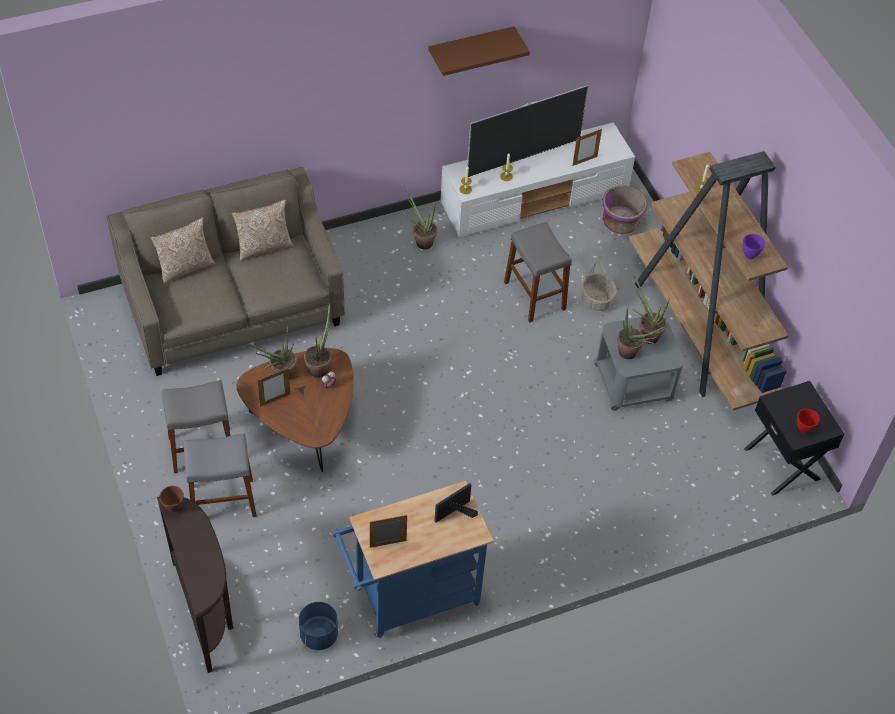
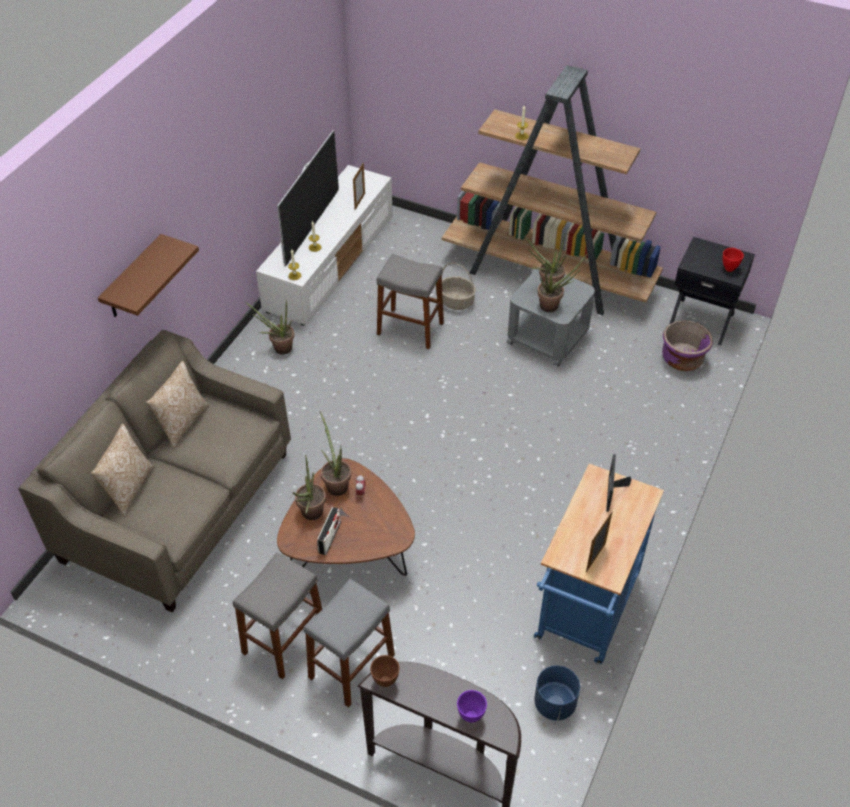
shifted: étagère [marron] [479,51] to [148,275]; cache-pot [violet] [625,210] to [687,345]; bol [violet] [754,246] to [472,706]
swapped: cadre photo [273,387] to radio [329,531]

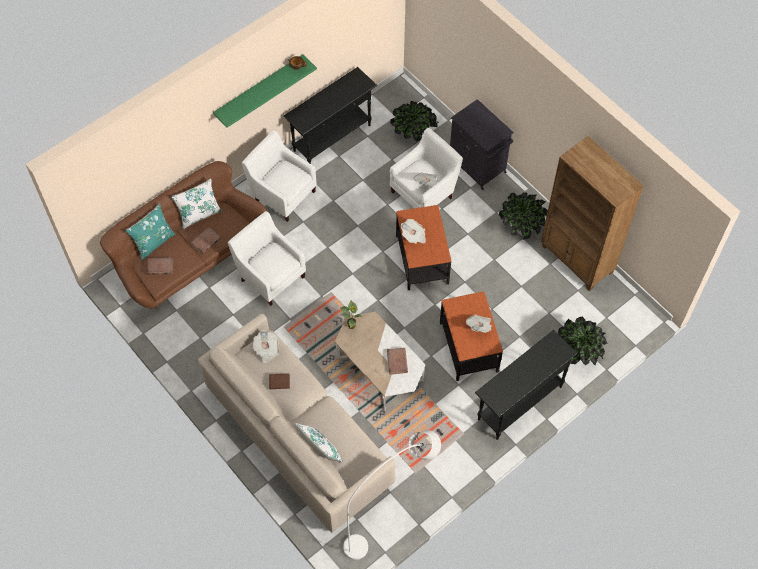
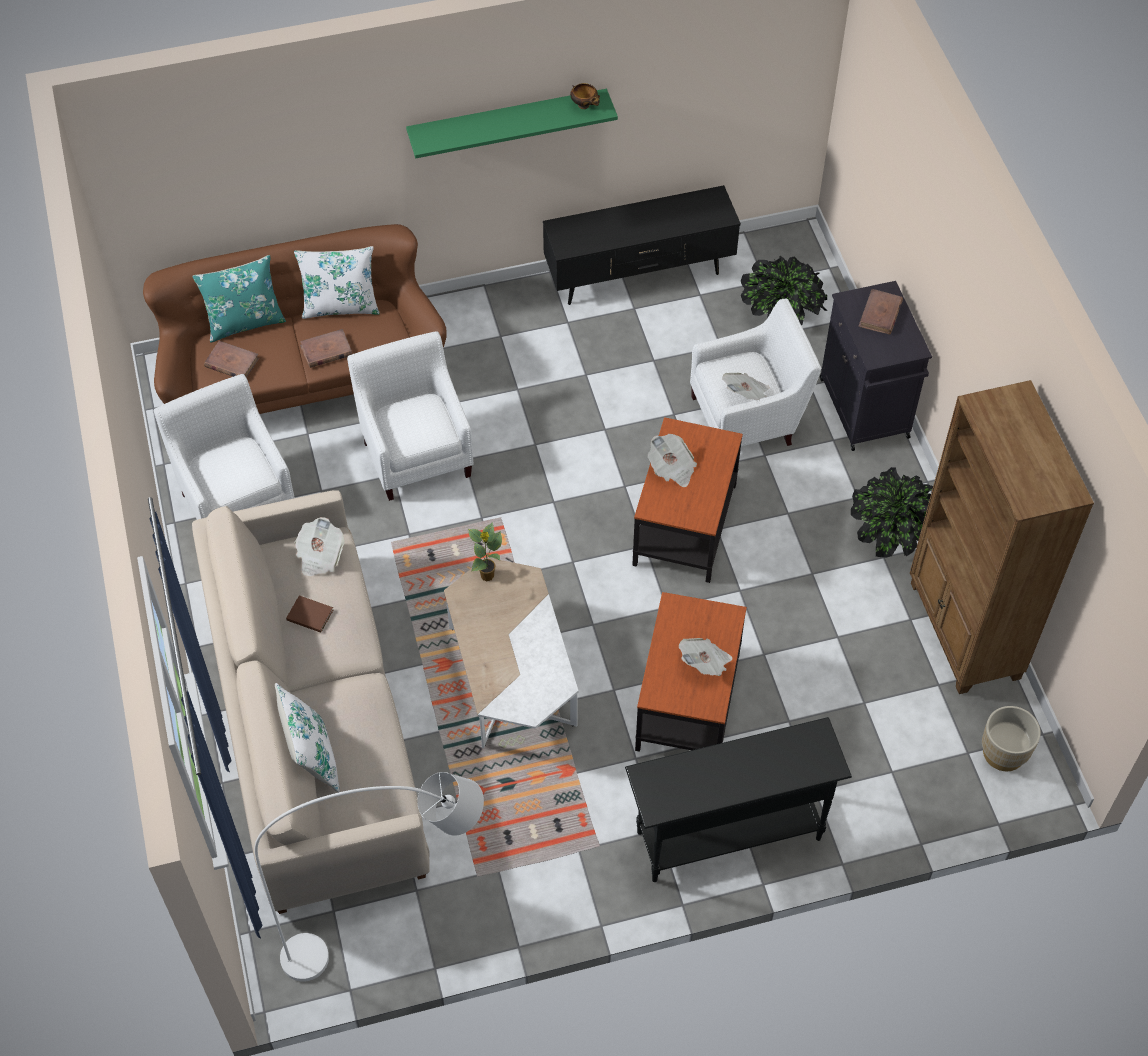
gone: plante en pot [582,341]
new: cache-pot [beige] [1011,738]
shifted: fauteuil [blanc] [279,176] to [224,447]; livre [marron] [397,361] to [880,312]
swapped: table console [noir] [330,115] to meuble télé [noir] [642,245]

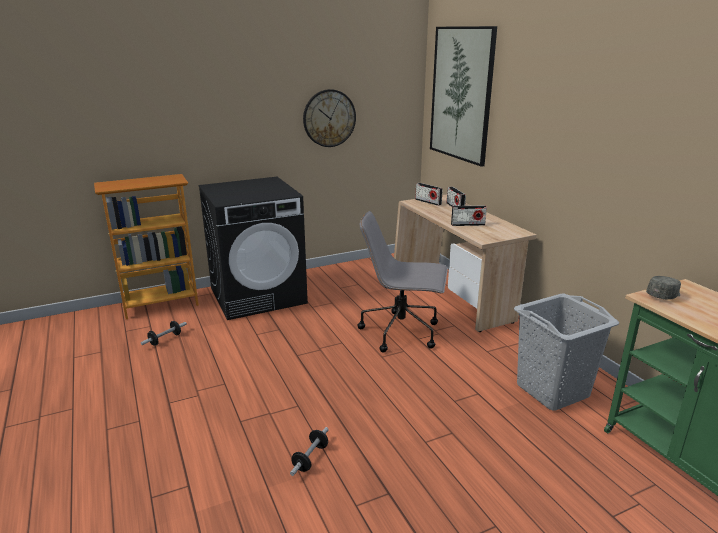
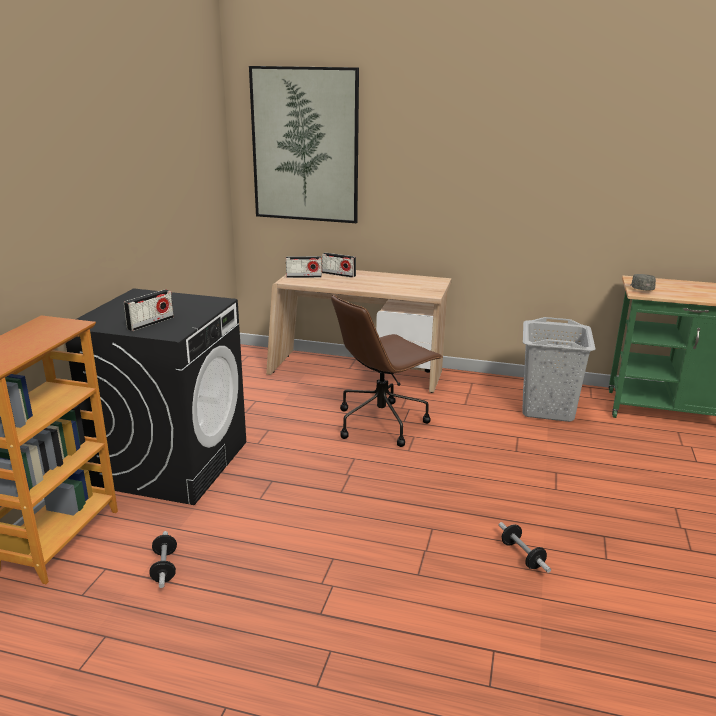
gone: horloge murale [329,118]
shifted: radio [469,215] to [149,310]
repainted: chaise de bureau [gris] [402,281] to chaise de bureau [marron] [387,371]

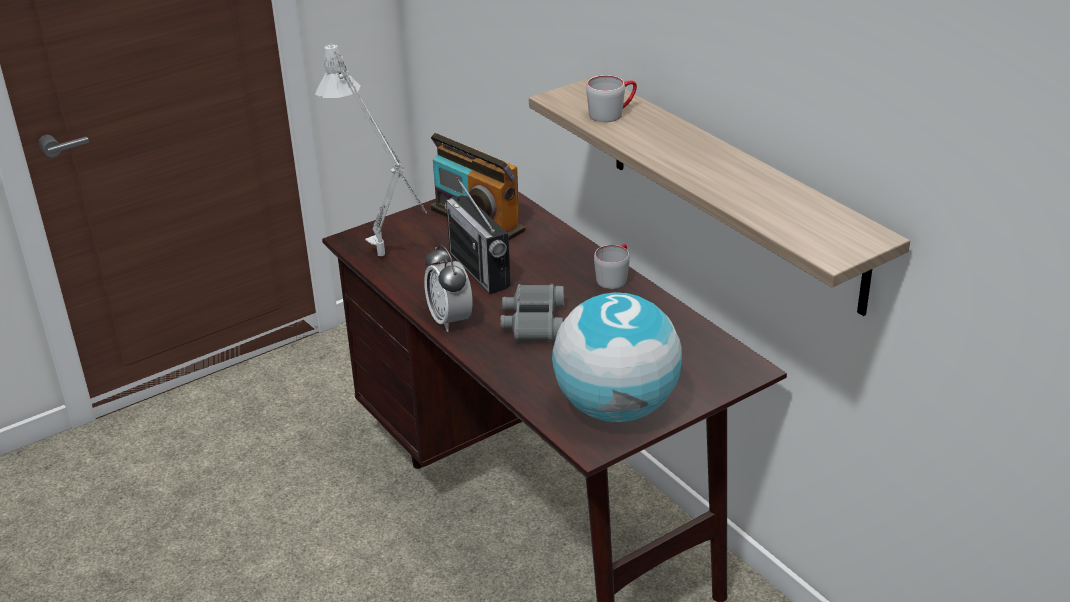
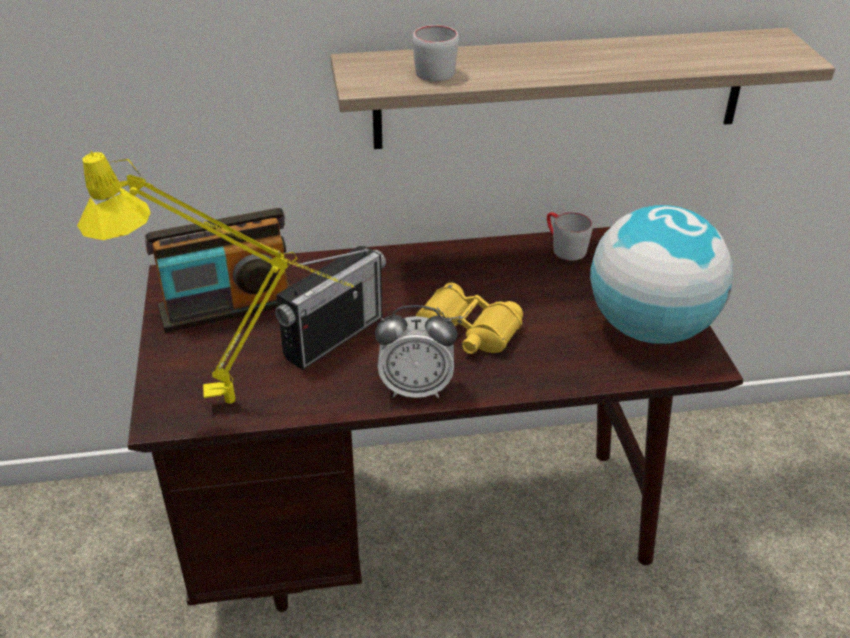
shifted: mug [gris] [612,266] to [570,236]
repainted: lampe de table [gris] [370,149] to lampe de table [jaune] [216,277]; jumelles [gris] [532,312] to jumelles [jaune] [469,318]
rotated: radio [478,235] = [330,308] 45 degrees counterclockwise

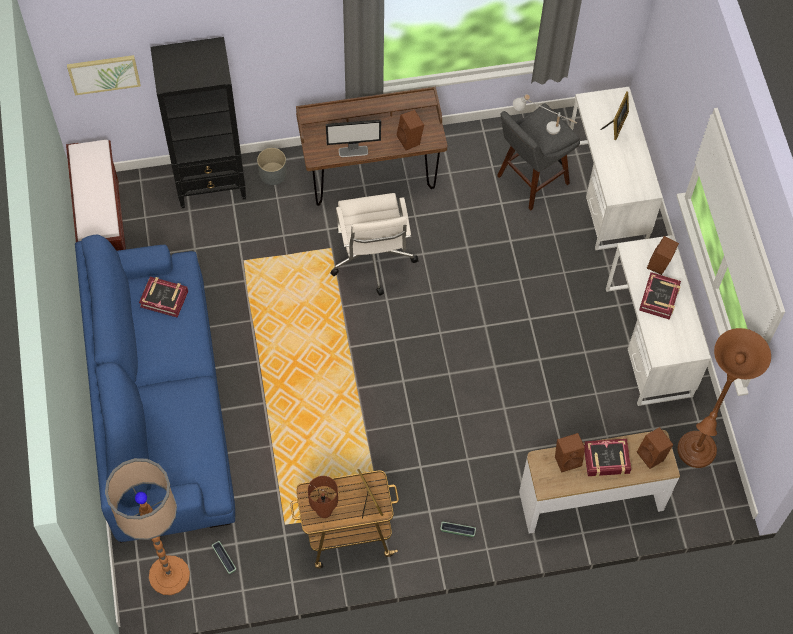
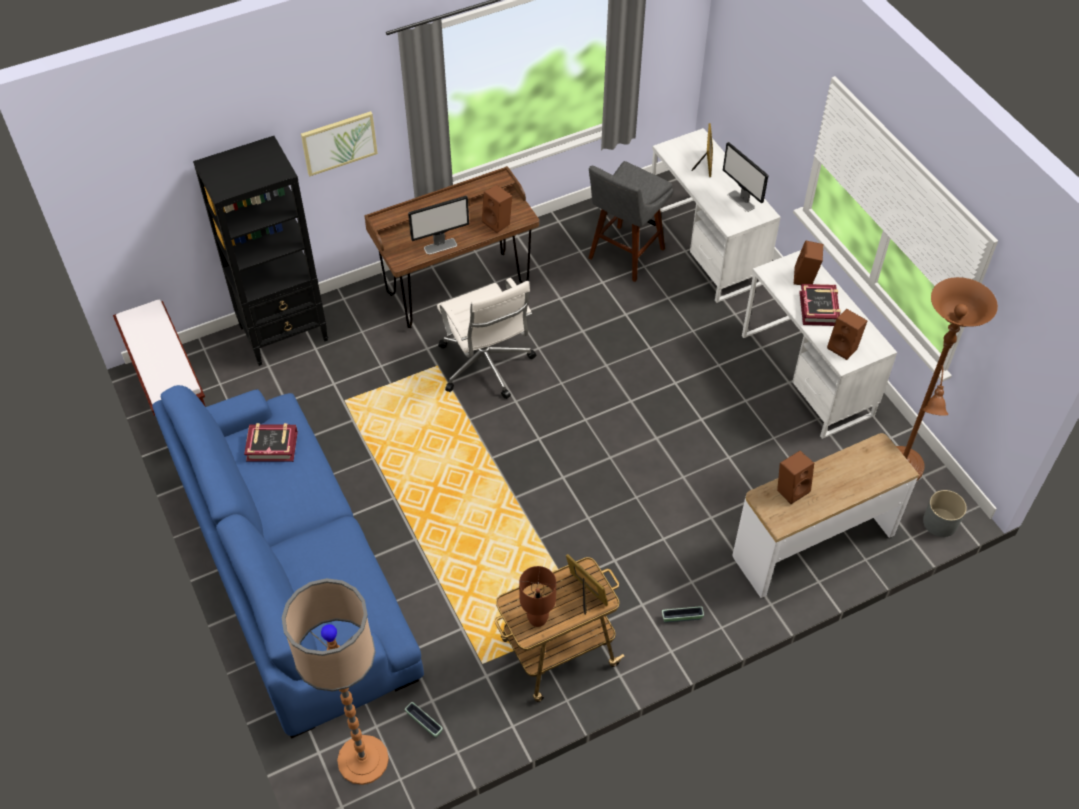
gone: lampe de table [blanc] [545,114]; livre [608,458]
new: écran d'ordinateur [746,177]
shifted: tableau [104,75] to [339,143]; cache-pot [gris] [272,166] to [945,513]; enceinte [marron] [655,448] to [847,334]

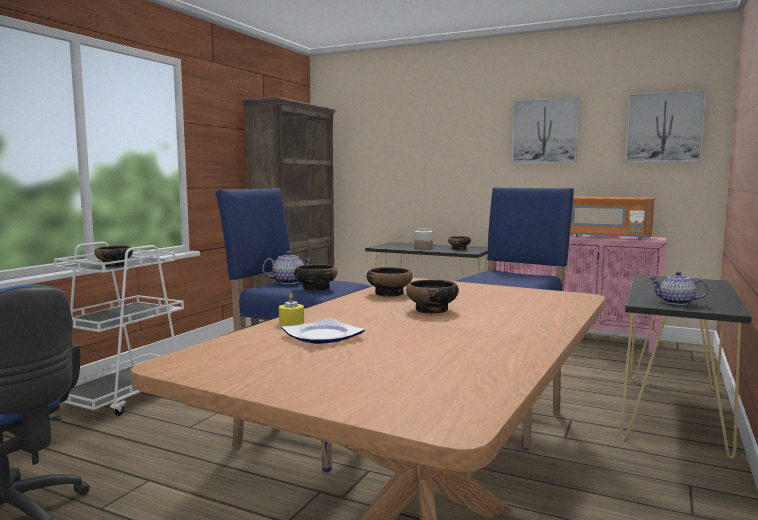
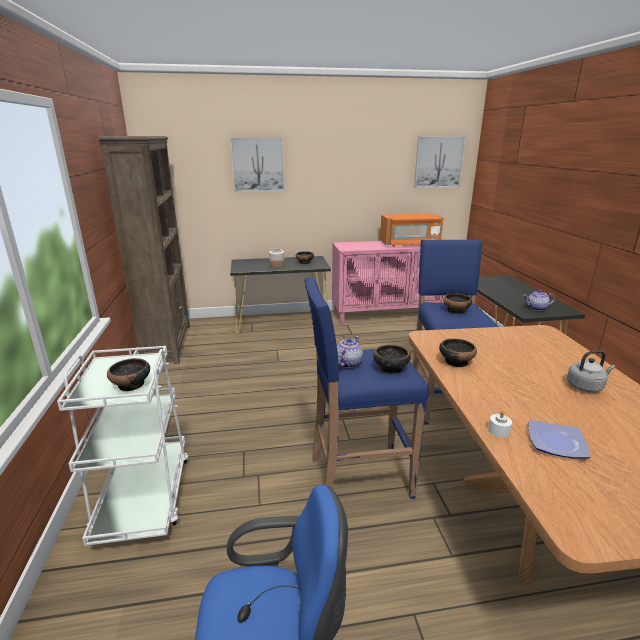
new: bouilloire [gris] [591,371]
shifted: bol [432,297] to [457,303]; tableau [546,130] to [257,164]
repainted: bougie [jaune] [291,309] to bougie [blanc] [500,424]

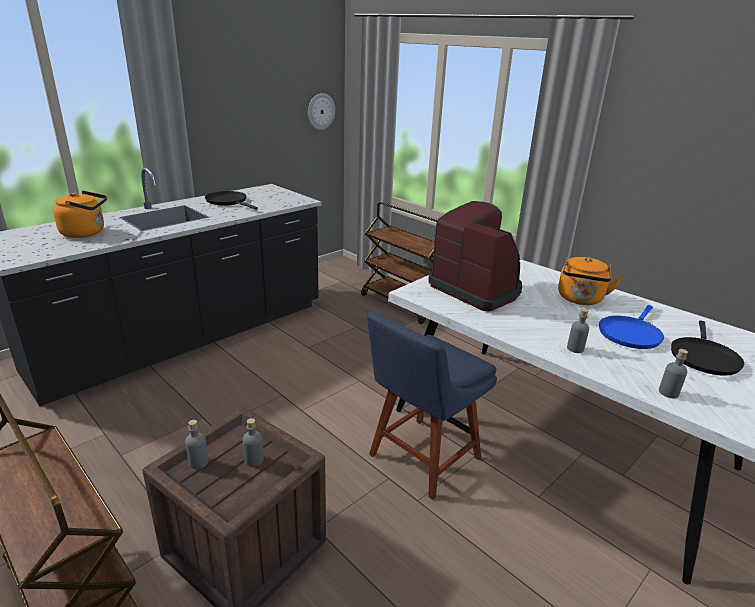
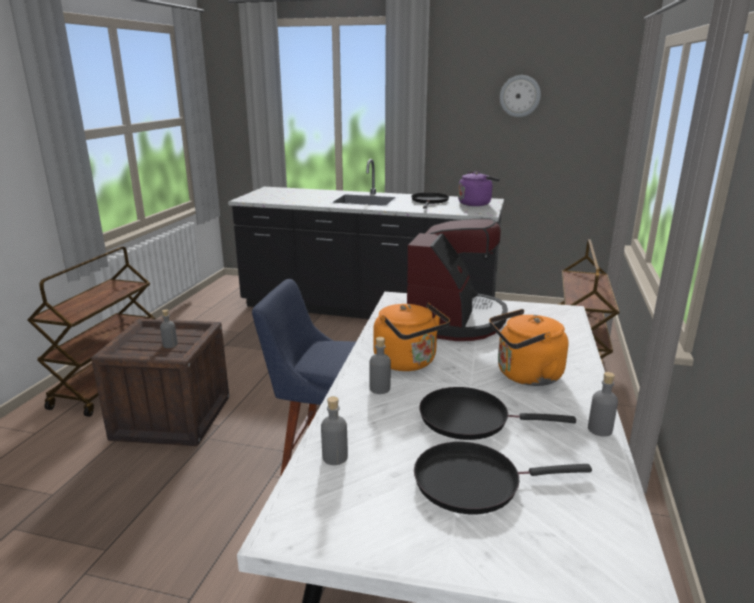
new: bouilloire [violet] [479,188]
shifted: bouilloire [orange] [80,214] to [411,336]; bouteille [gris] [197,444] to [603,404]; horloge murale [321,111] to [520,96]
repainted: poêle [bleu] [631,327] to poêle [noir] [497,413]

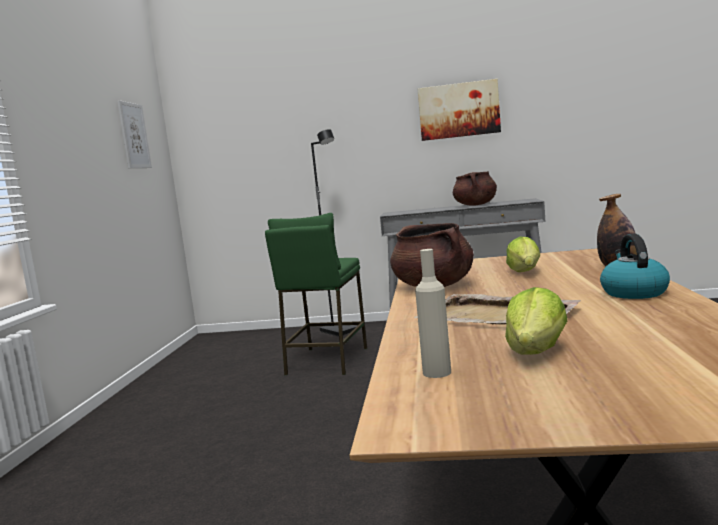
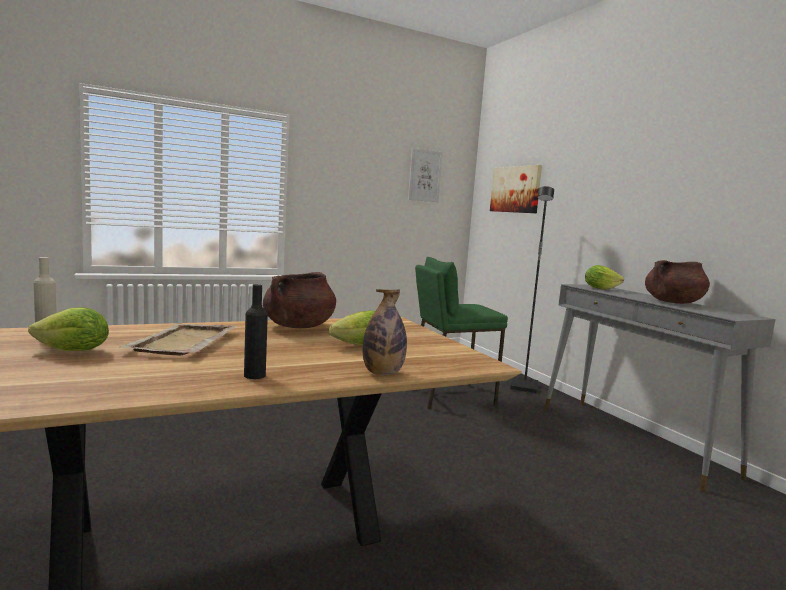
new: laitue [604,277]
shifted: tableau [459,110] to [516,189]
swapped: bouilloire [635,266] to bouteille [noir] [256,331]

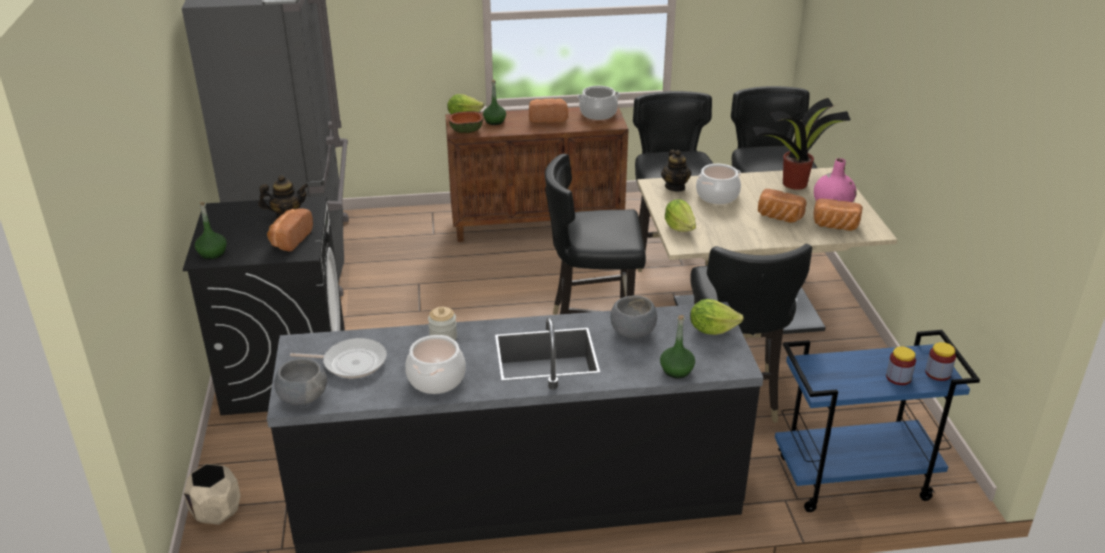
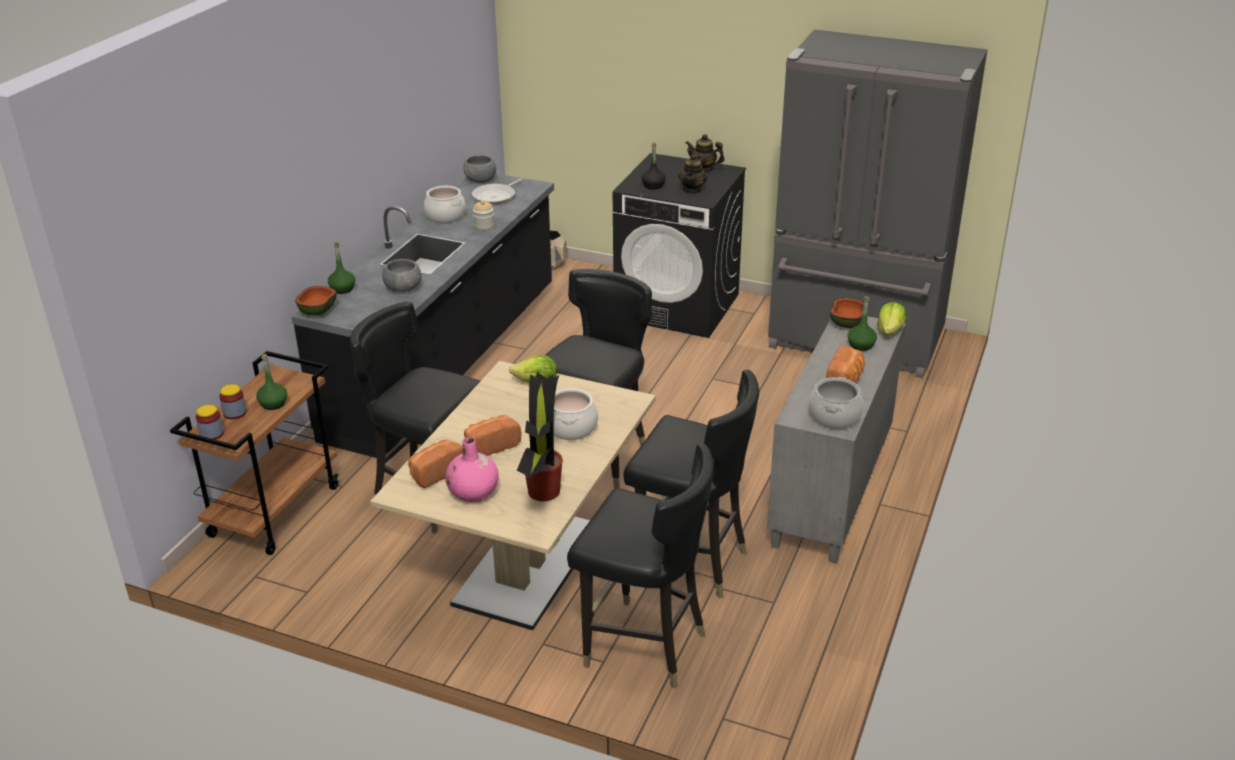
gone: laitue [717,317]
new: bol [316,301]
shifted: bouteille [vert] [211,230] to [271,382]; théière [676,171] to [705,153]
swapped: pain [290,230] to bouteille [noir] [654,166]
repainted: meuble de rangement [marron] [537,174] to meuble de rangement [gris] [836,440]; chariot [bleu] [877,421] to chariot [marron] [254,453]

